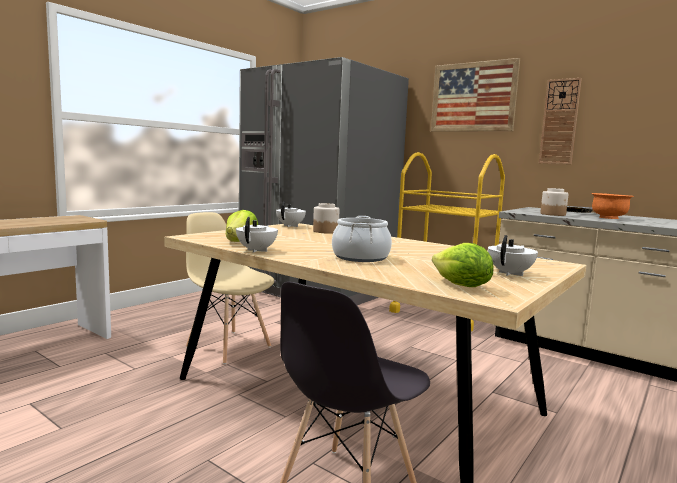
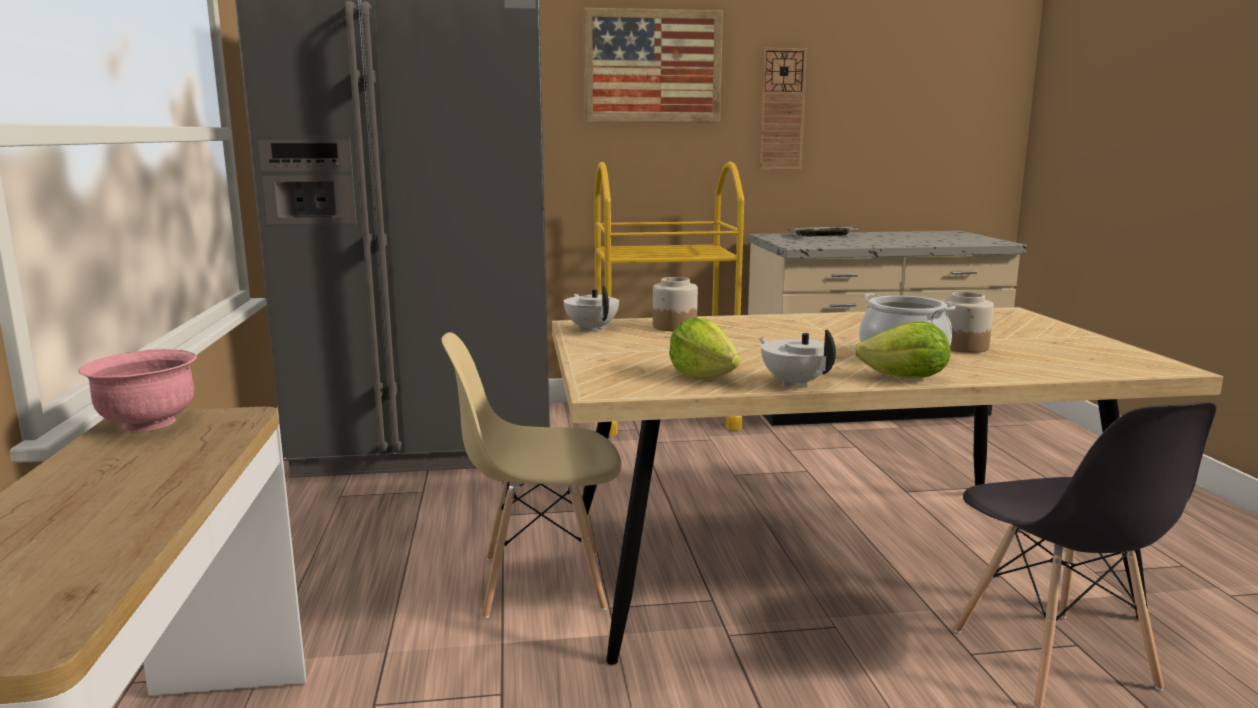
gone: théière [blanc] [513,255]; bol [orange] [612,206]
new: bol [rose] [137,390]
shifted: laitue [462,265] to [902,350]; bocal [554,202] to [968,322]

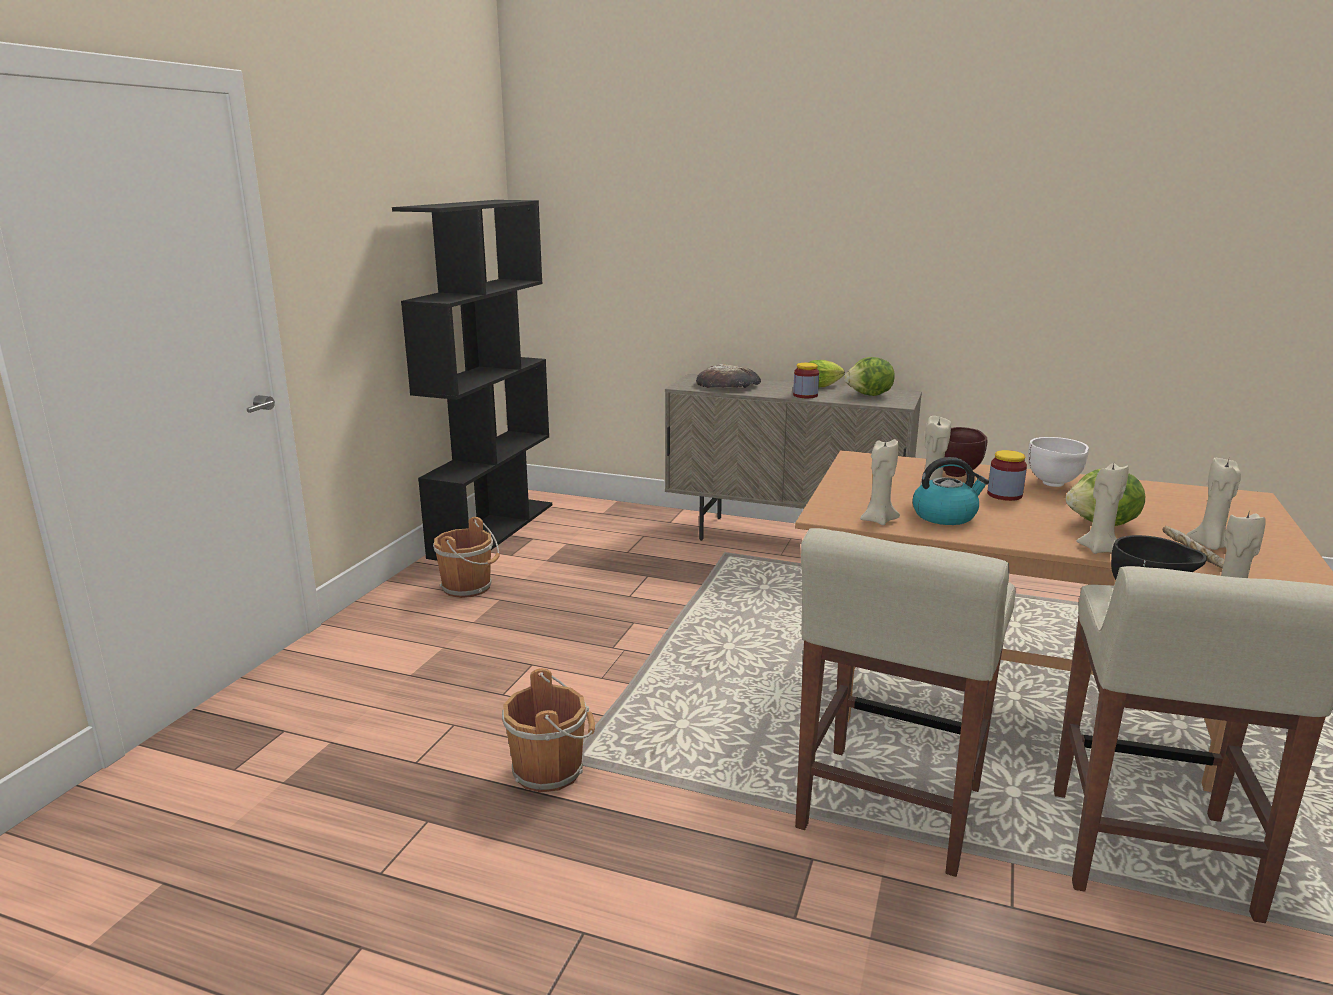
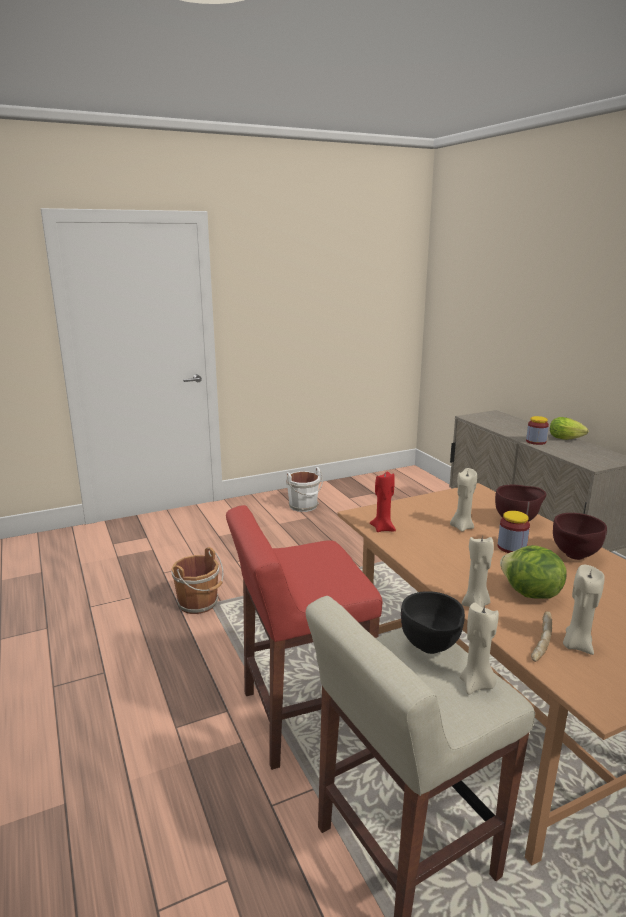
gone: bibliothèque [noir] [472,380]; pain [728,376]; laitue [870,376]; bouilloire [950,491]
repainted: seau [marron] [466,557] to seau [blanc] [304,489]; tabouret [beige] [905,702] to tabouret [rouge] [304,637]; bougie [beige] [880,482] to bougie [rouge] [383,502]; bol [blanc] [1058,462] to bol [marron] [580,536]

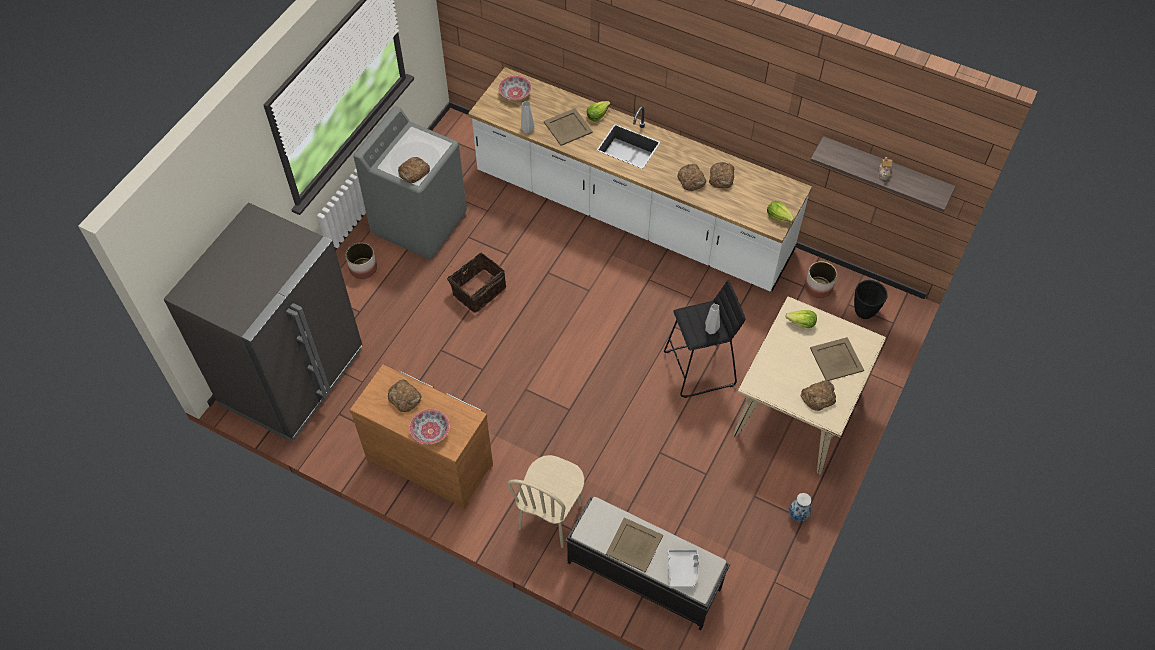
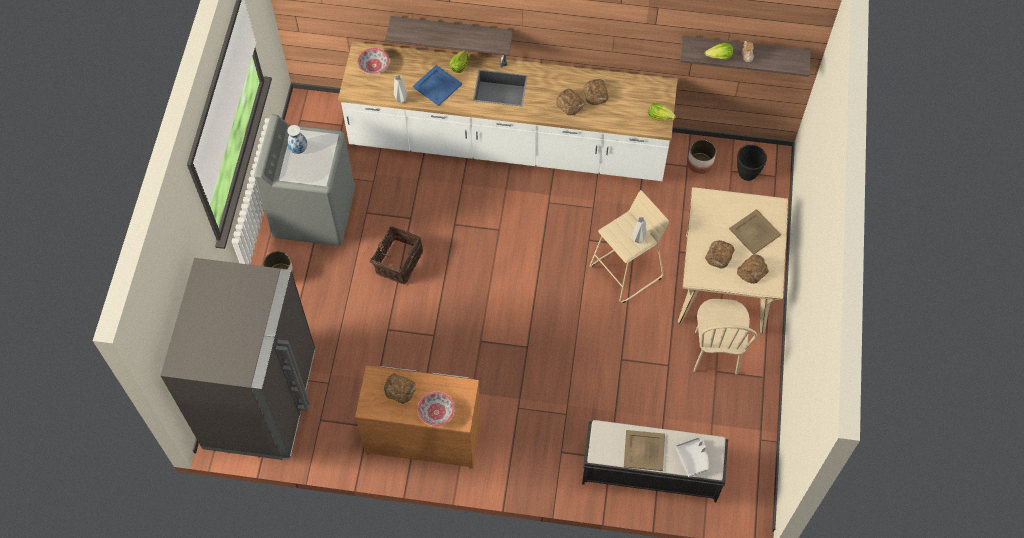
new: étagère [449,36]
shifted: pain [414,170] to [719,254]; chaise [beige] [546,501] to [725,337]; laitue [801,319] to [719,51]; vase [800,507] to [297,139]
repainted: plateau [beige] [568,127] to plateau [bleu] [437,85]; tabouret [noir] [704,339] to tabouret [beige] [629,246]

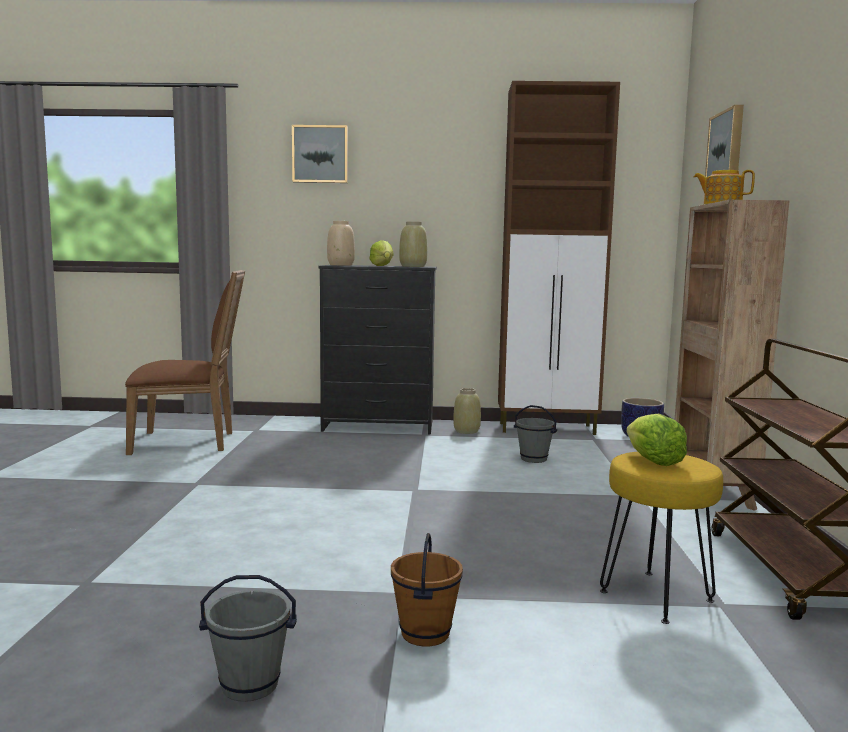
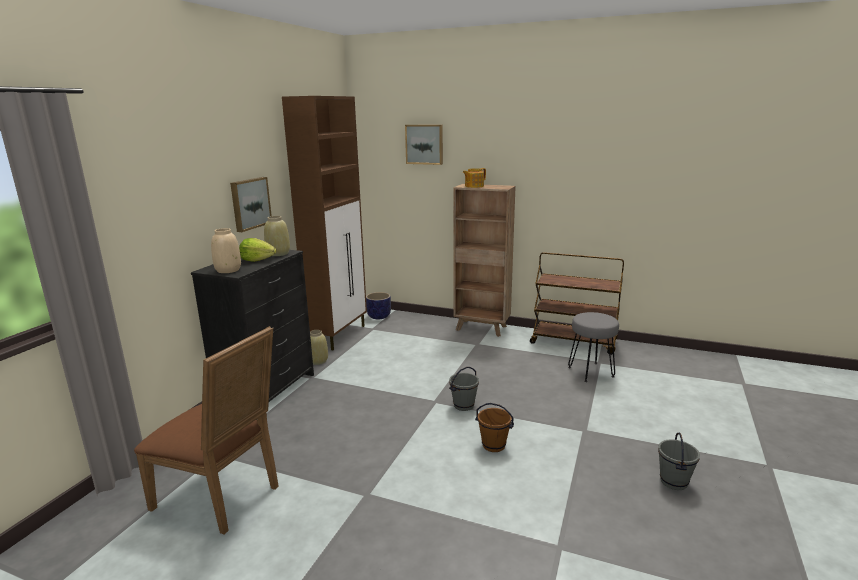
gone: laitue [657,439]
shifted: tableau [320,154] to [251,204]; seau [marron] [427,590] to [494,427]; seau [gris] [535,434] to [464,389]
repainted: tabouret [jaune] [661,538] to tabouret [gris] [593,347]
rotated: chaise [marron] [185,362] = [206,430] 105 degrees clockwise

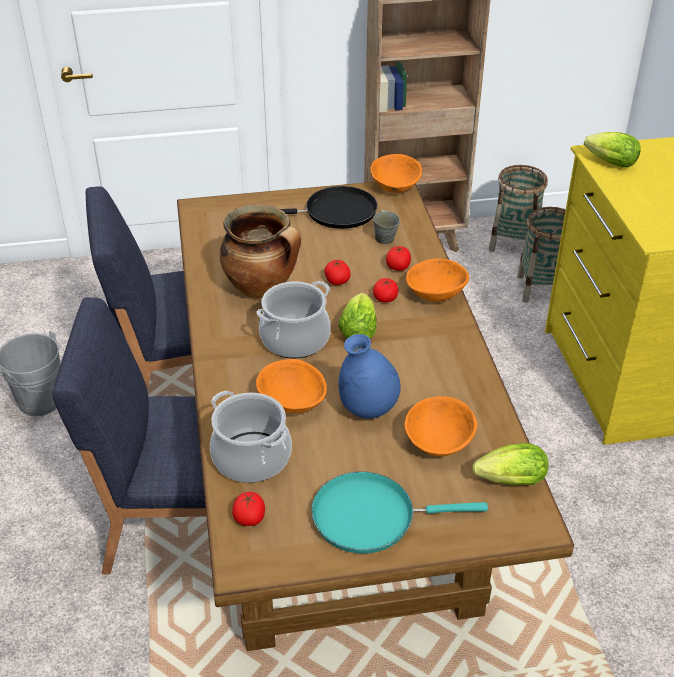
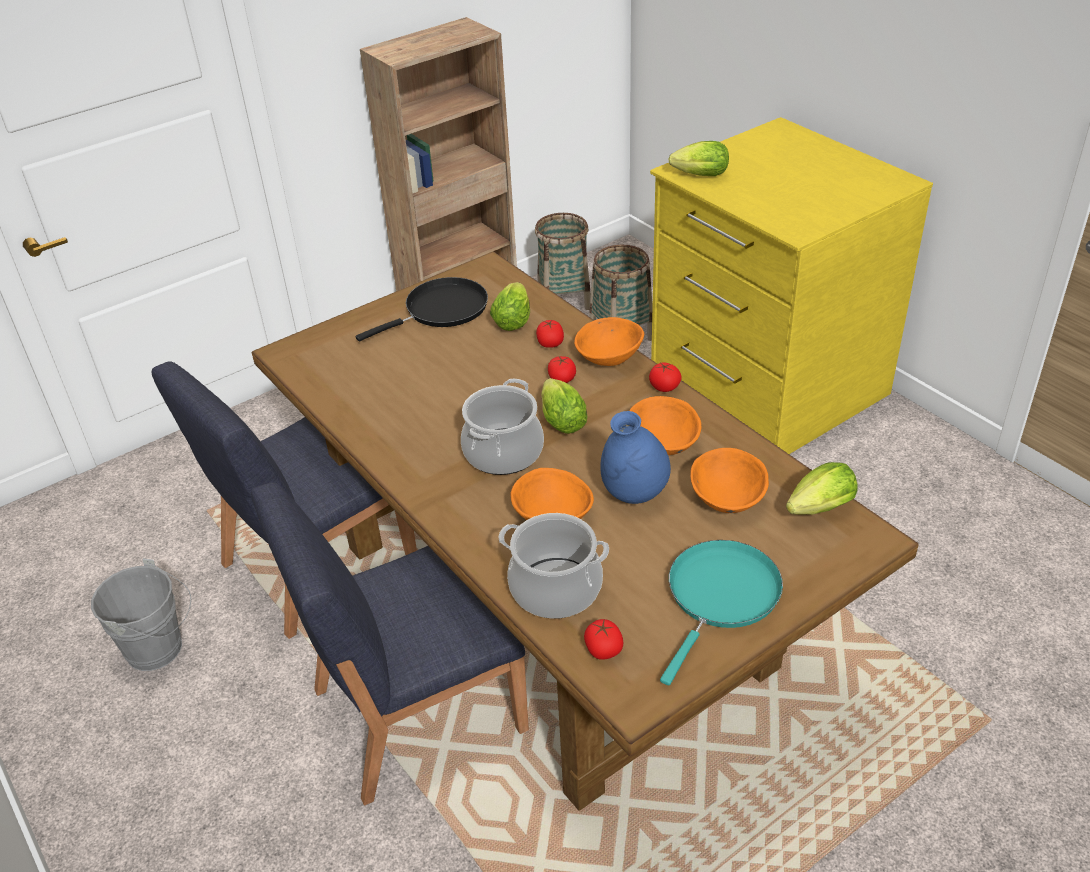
gone: marmite [260,251]
shifted: tomate [337,272] to [665,377]; bol [orange] [396,173] to [665,425]
swapped: mug [gris] [386,227] to laitue [510,306]
rotated: poêle [turquoise] [399,513] = [721,612] 150 degrees clockwise

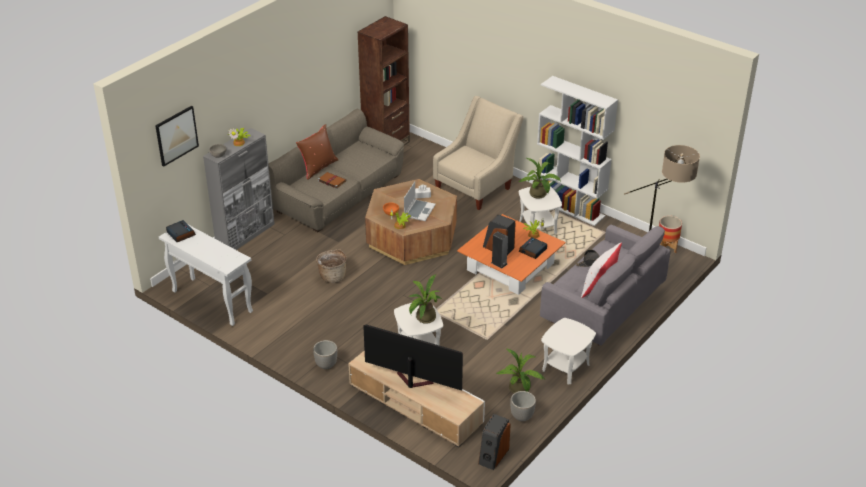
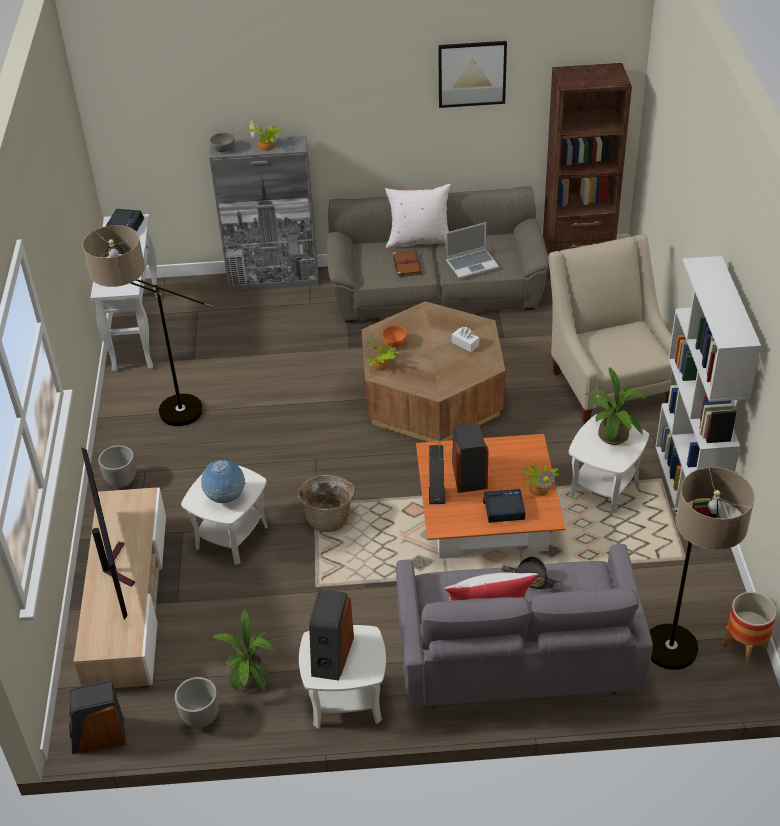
new: lampadaire [148,325]; enceinte [331,635]
shifted: tableau [177,136] to [472,74]; panier [331,266] to [326,503]; ordinateur portable [420,201] to [472,250]
swapped: plante en pot [425,299] to globe [223,481]
repainted: coussin [marron] [317,152] to coussin [blanc] [418,216]
rotated: fauteuil [beige] [478,153] = [612,329] 105 degrees counterclockwise

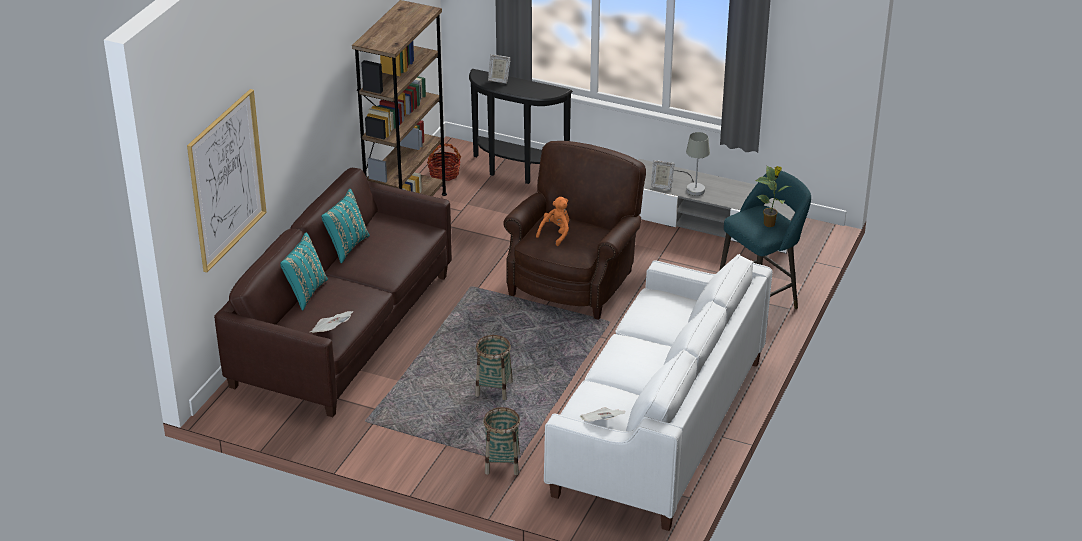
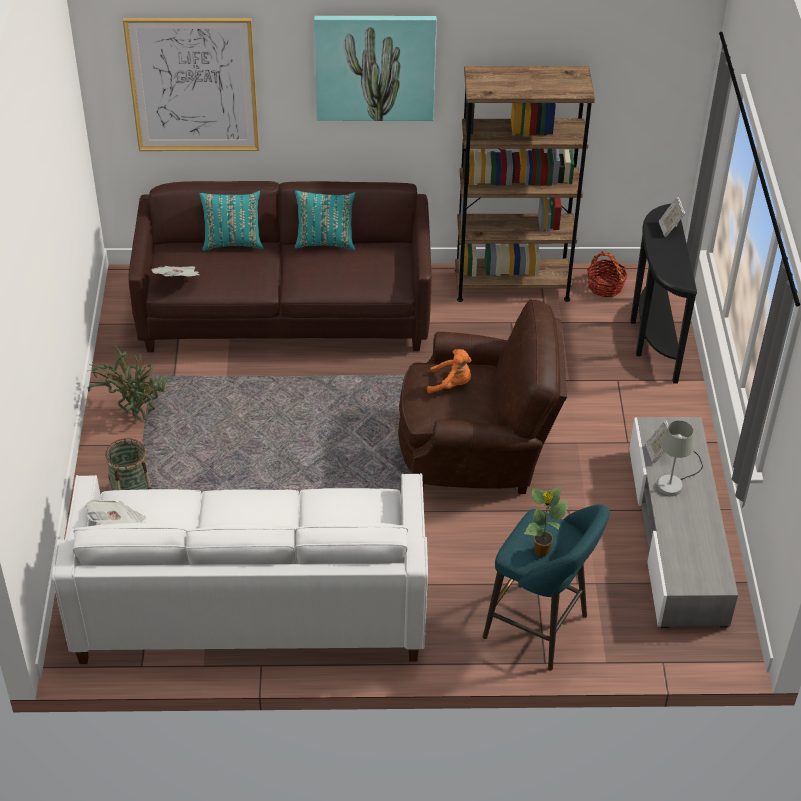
gone: panier [494,367]
new: plante en pot [129,382]; tableau [375,68]

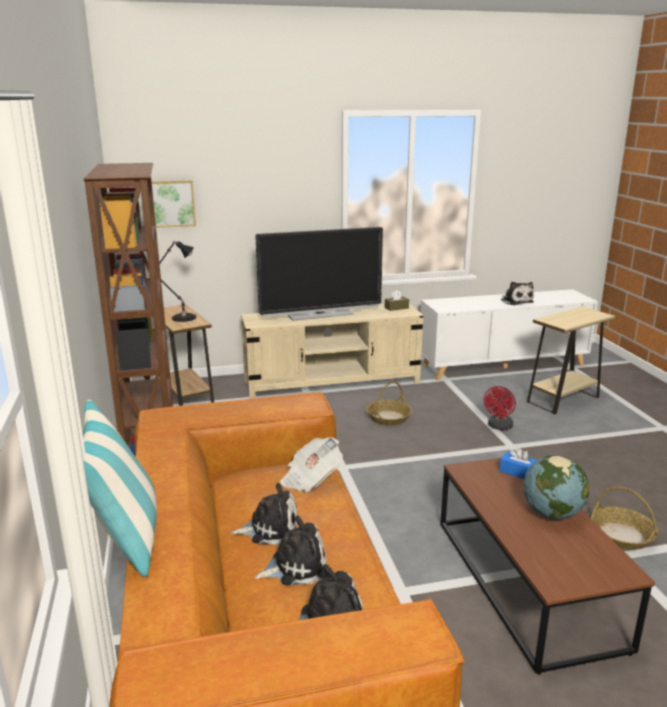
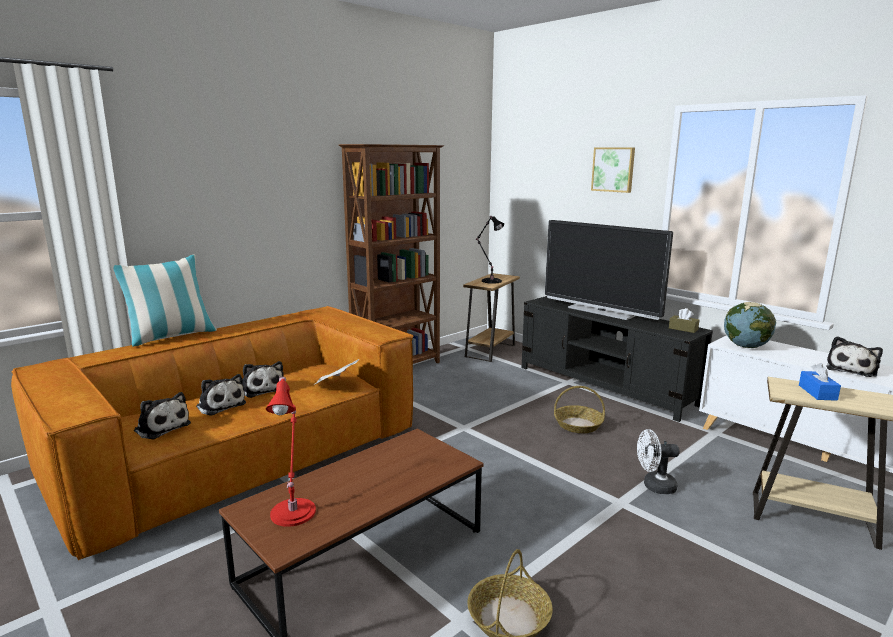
new: lampe de table [rouge] [291,451]
shifted: tableau [174,204] to [613,170]; boîte à mouchoirs [bleu] [518,463] to [820,382]; globe [556,487] to [750,325]
repainted: meuble télé [beige] [332,351] to meuble télé [noir] [617,359]; ventilateur [rouge] [499,408] to ventilateur [blanc] [658,461]

